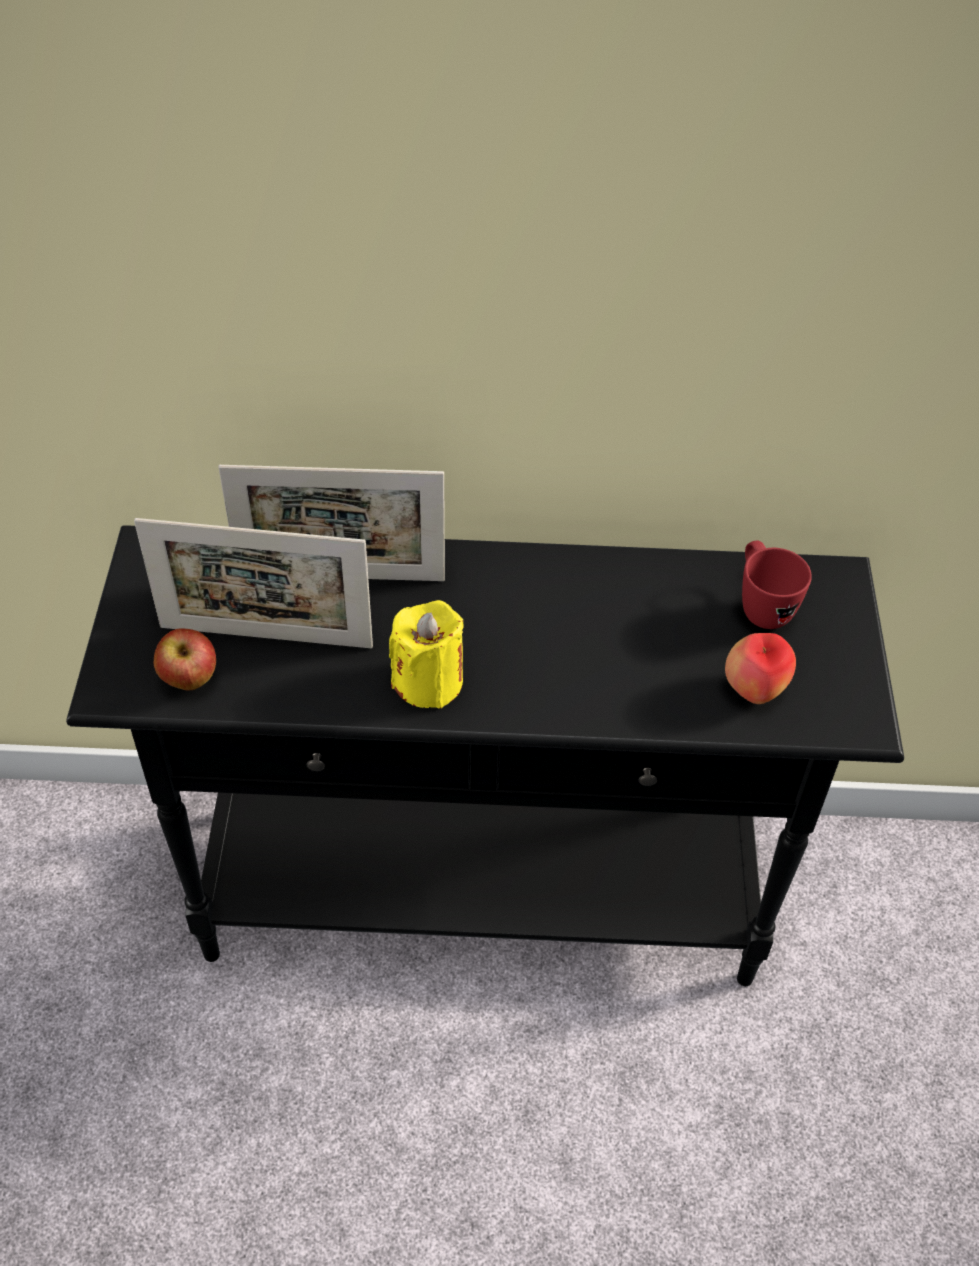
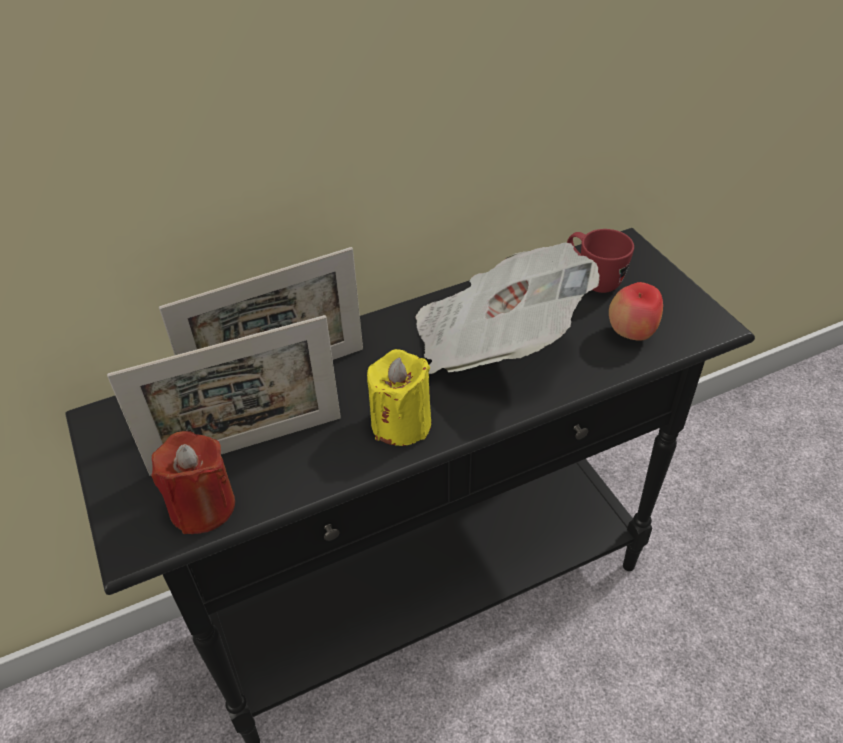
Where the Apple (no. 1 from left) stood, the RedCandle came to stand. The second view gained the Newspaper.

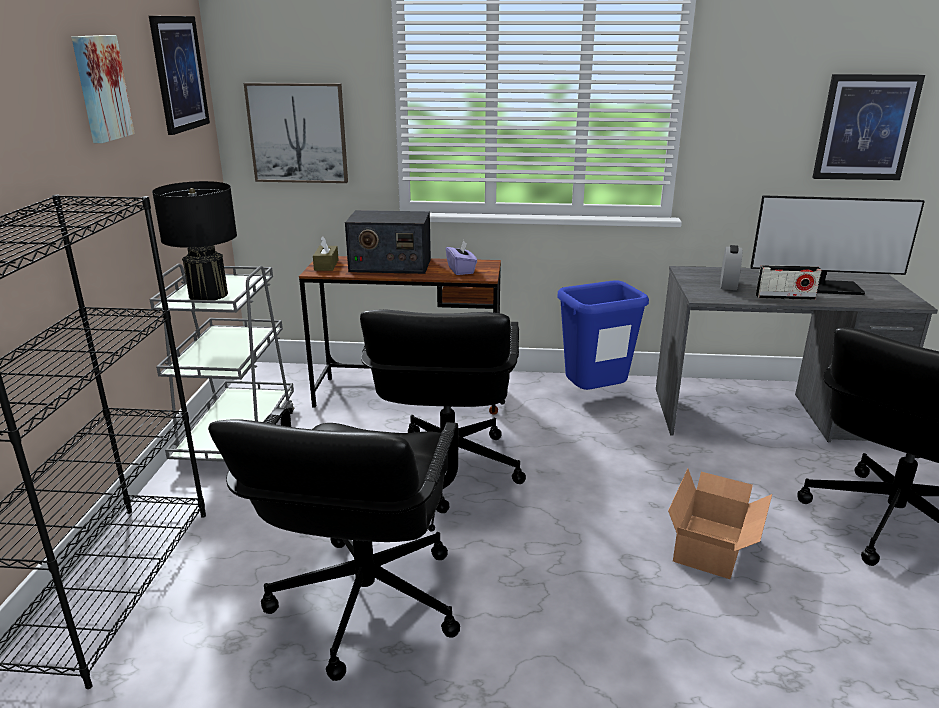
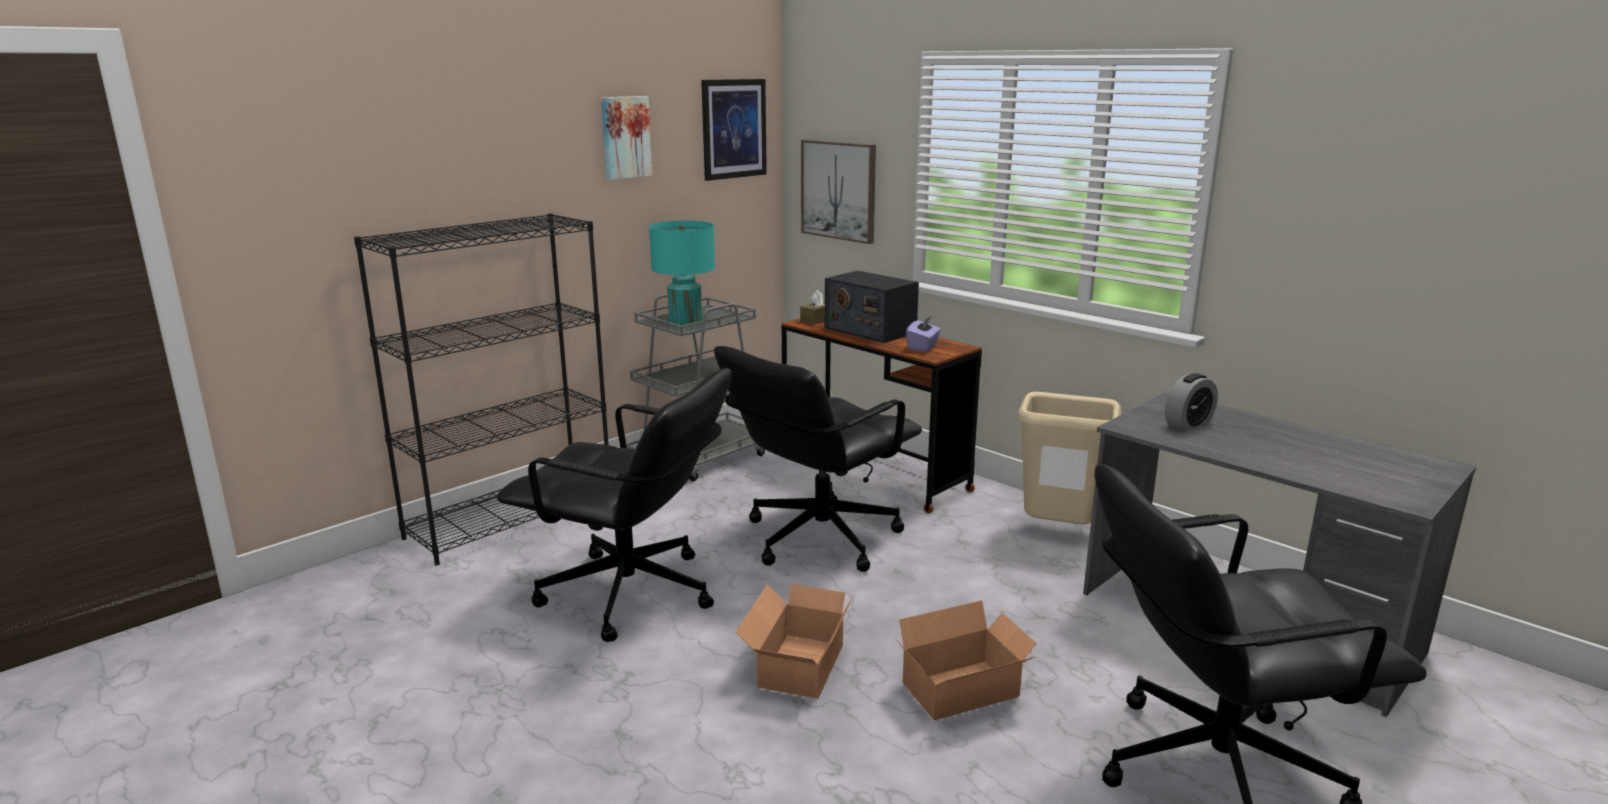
What was the BlackTableLamp turned into the TurquoiseTableLamp. The BlackOfficeChair (no. 1 from left) ended up facing another way, 120 degrees counterclockwise from before. What was the BlueTrashCan turned into the BeigeTrashCan. The second view lost the Monitor. The second view lost the Radio (no. 2 from left). The second view lost the Picture (no. 4 from left). The second view gained the CardboardBox (no. 1 from left).

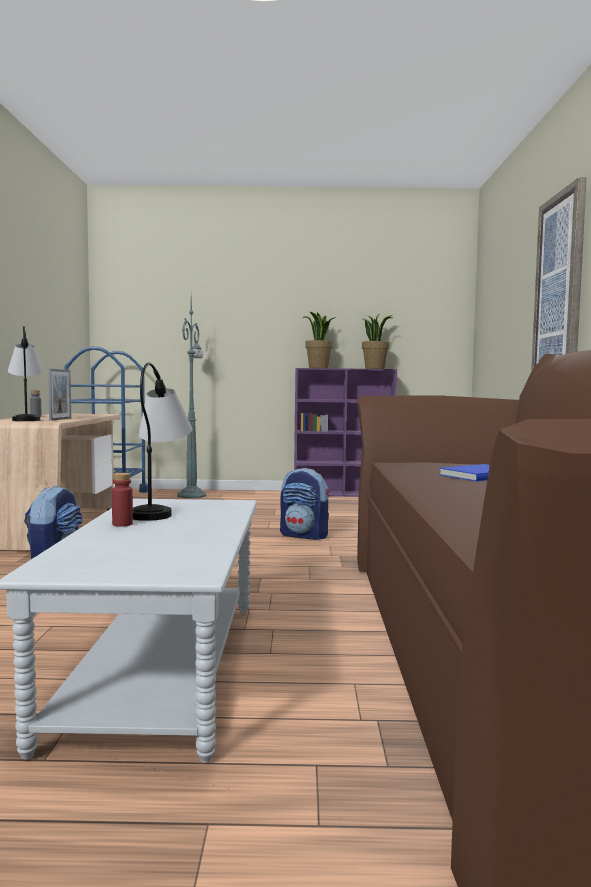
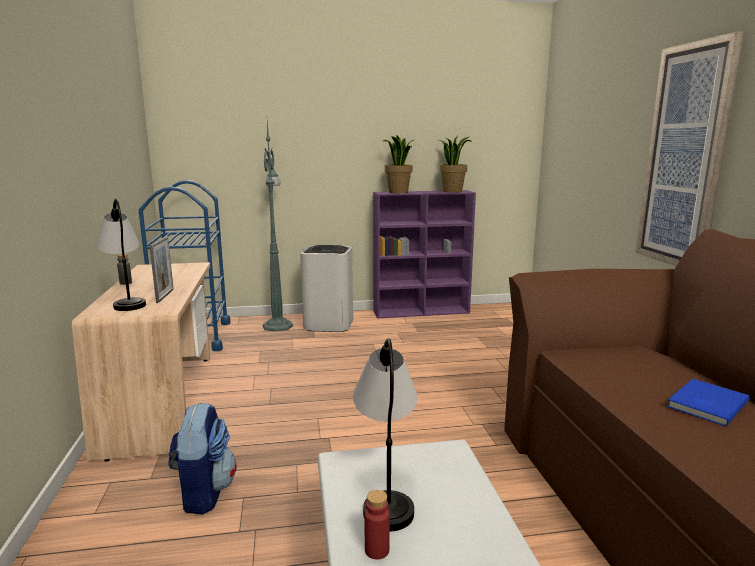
The second view lost the Backpack (no. 2 from left). The second view gained the WhiteTrashCan.

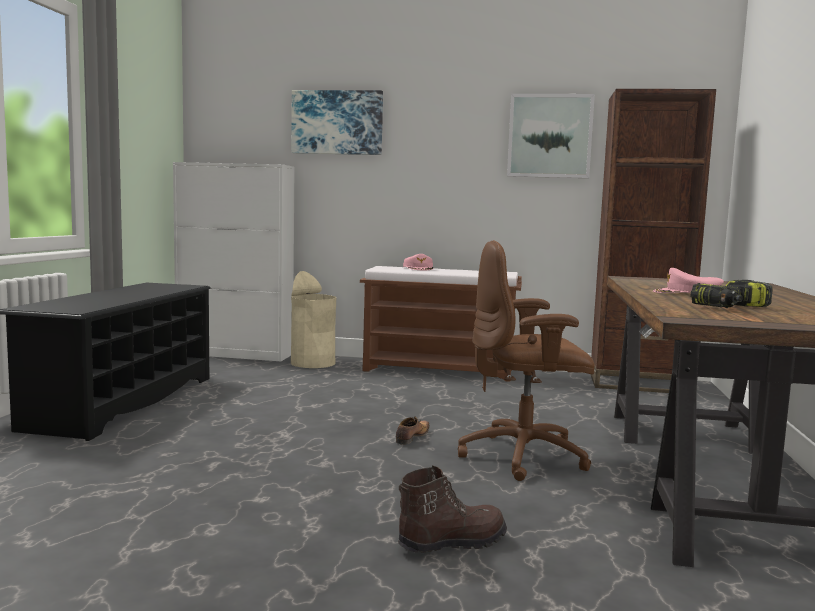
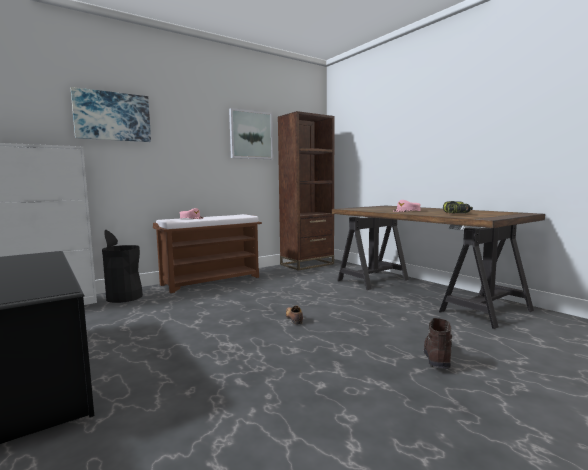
What was the BeigeTrashCan turned into the BlackTrashCan. The second view lost the BrownOfficeChair.

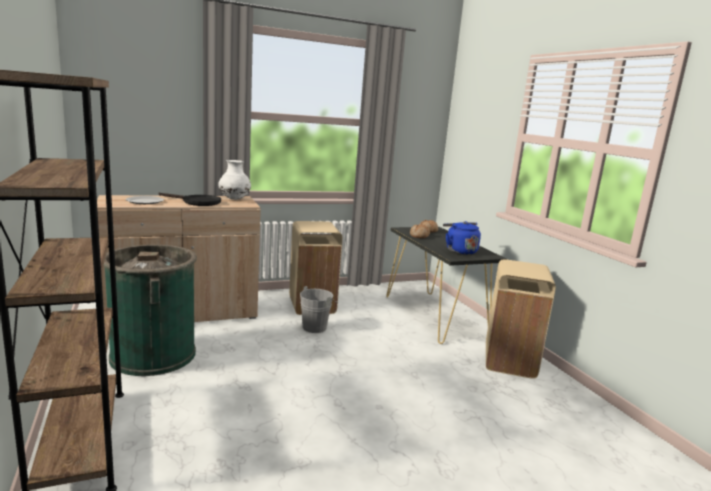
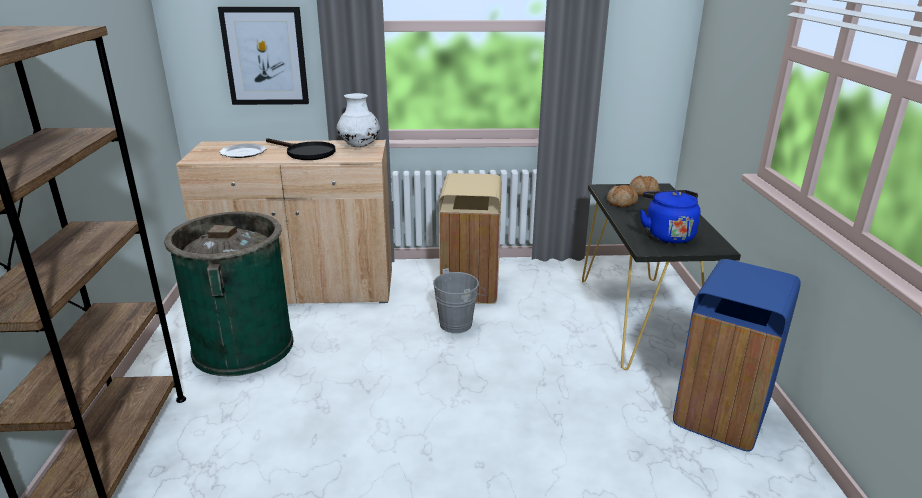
What was the BeigeTrashCan (no. 2 from left) turned into the BlueTrashCan. The second view gained the Picture.

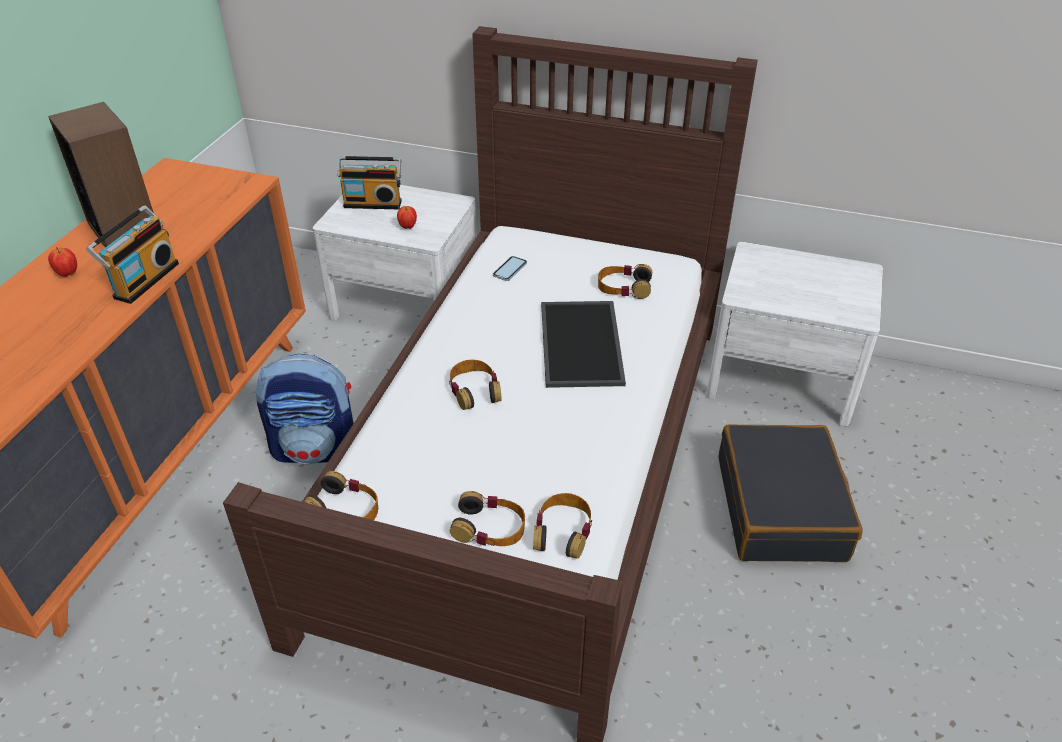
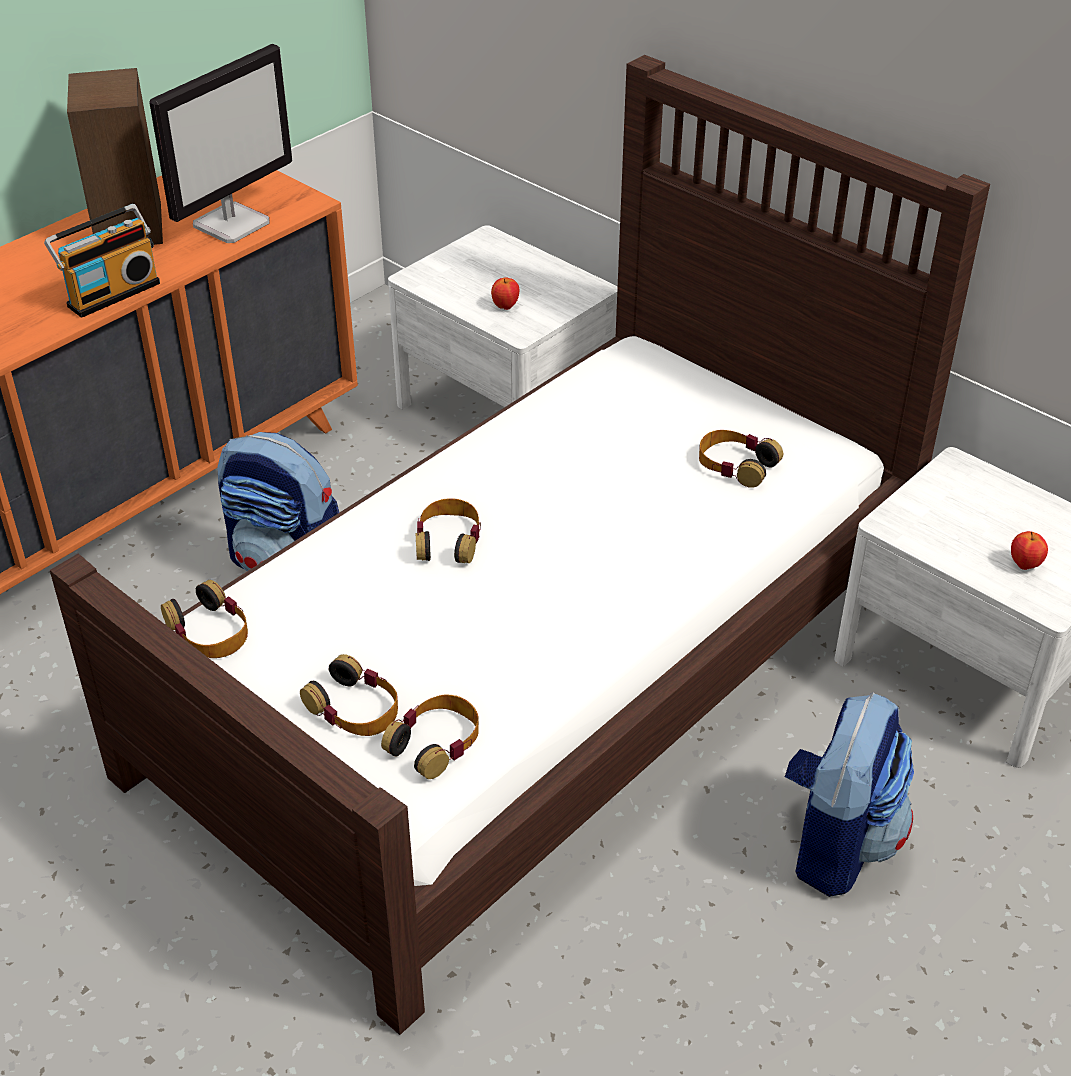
The Apple (no. 1 from left in the first image) ended up elsewhere. The second view lost the Radio (no. 2 from left). The second view lost the Phone. The second view lost the Tray. Where the BlackSuitcase stood, the Backpack (no. 2 from left) came to stand. The second view gained the Monitor.

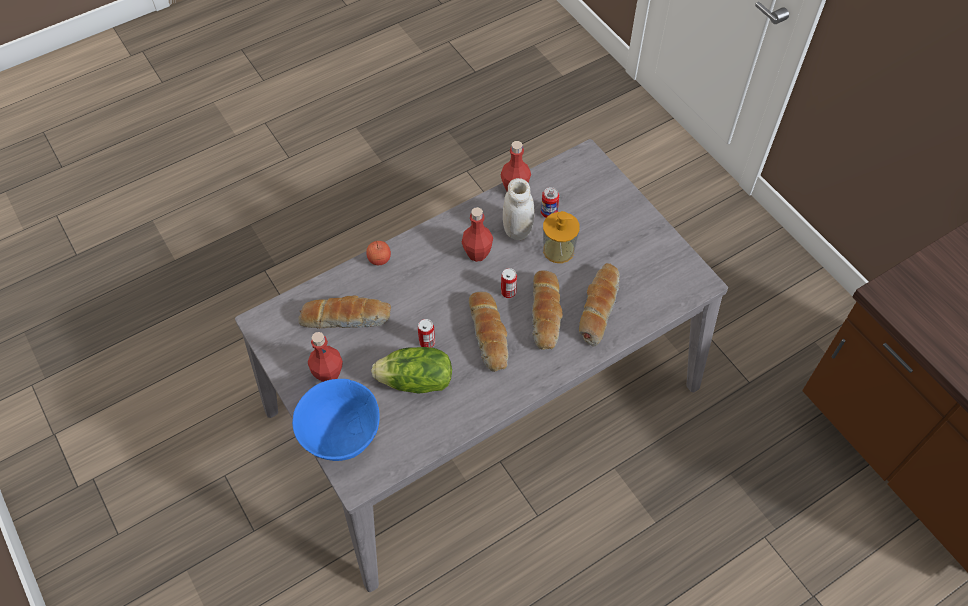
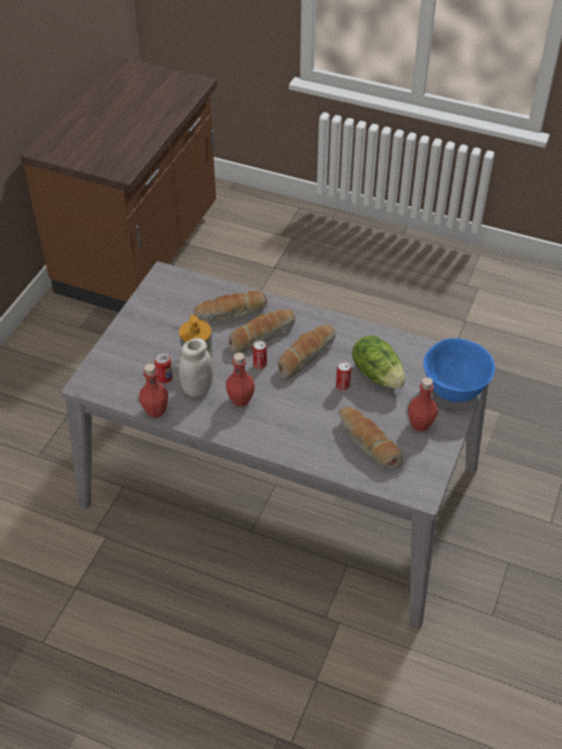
The second view lost the Apple.

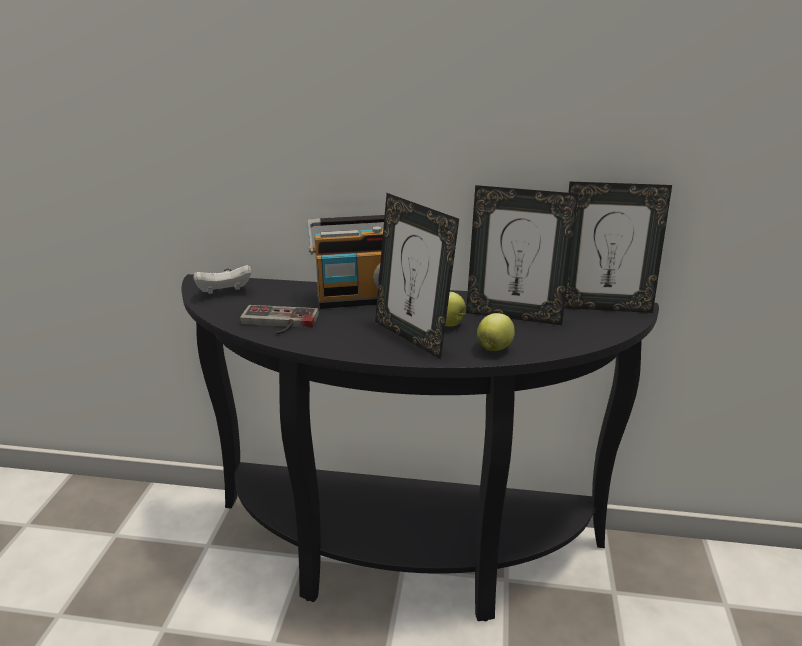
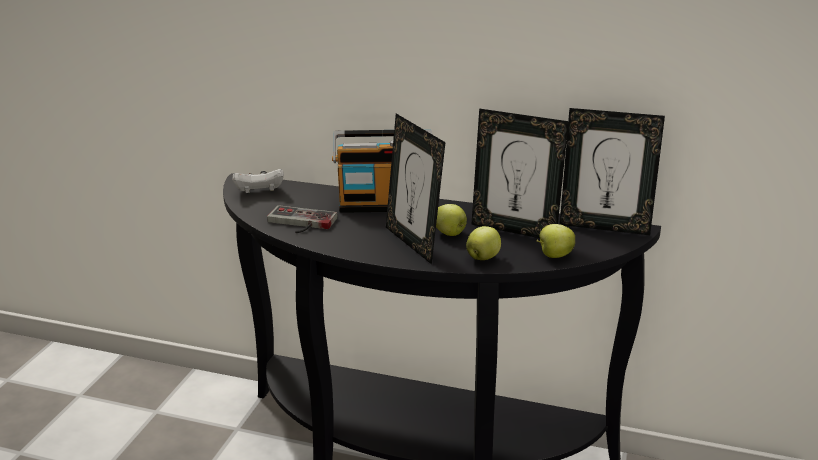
The second view gained the Apple (no. 3 from left).

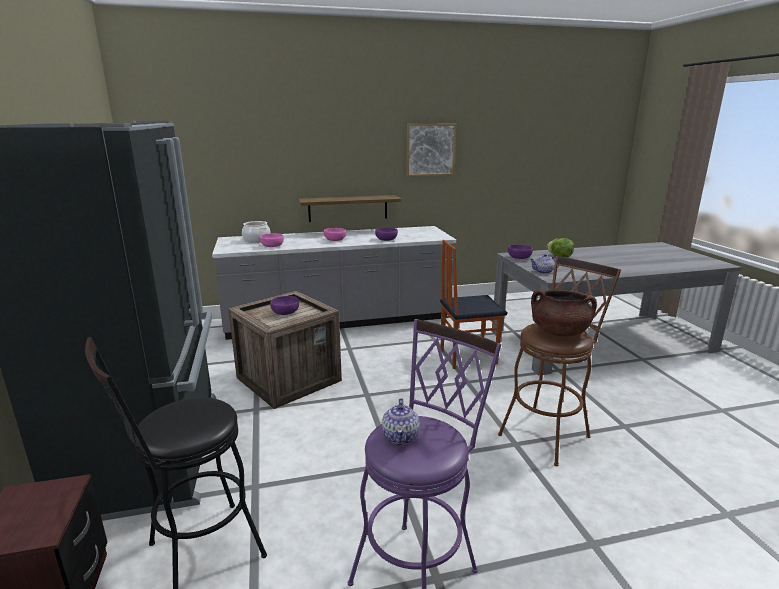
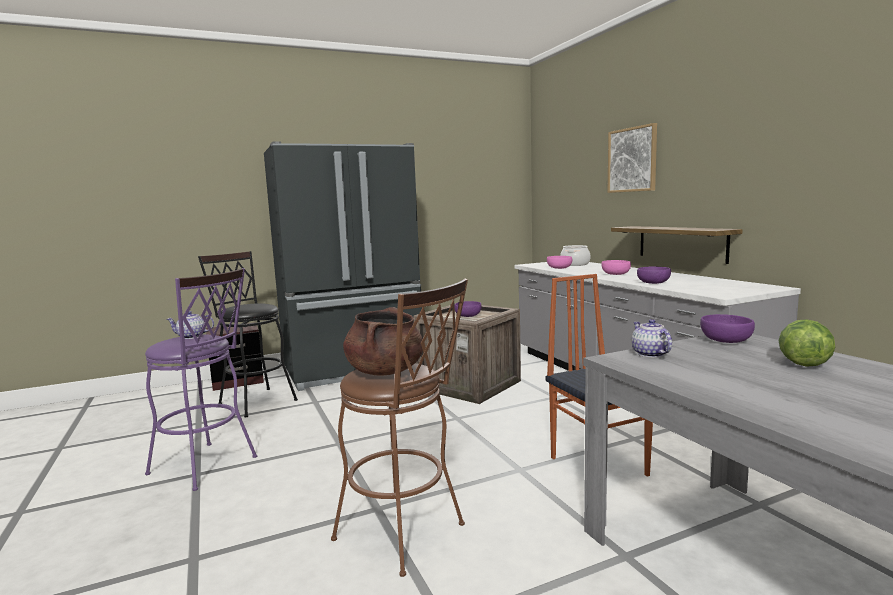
The Picture ended up elsewhere.

